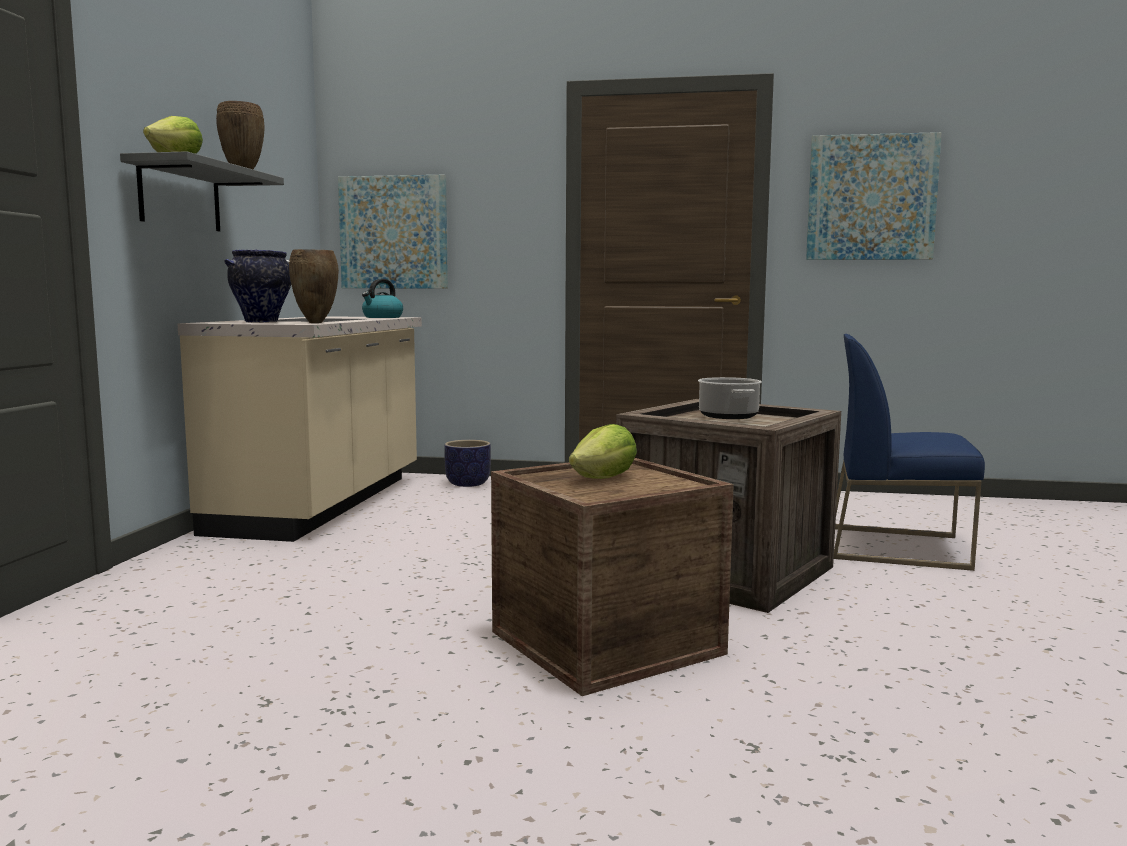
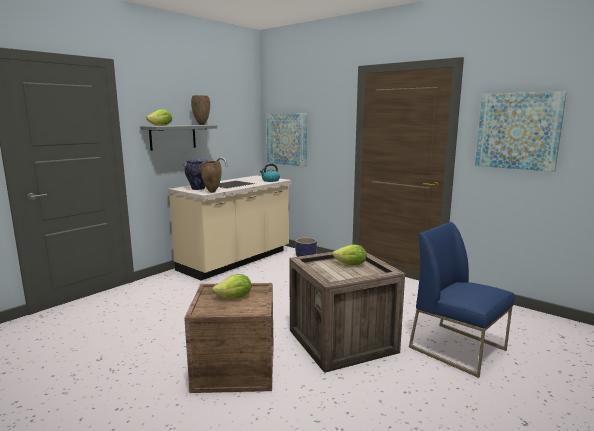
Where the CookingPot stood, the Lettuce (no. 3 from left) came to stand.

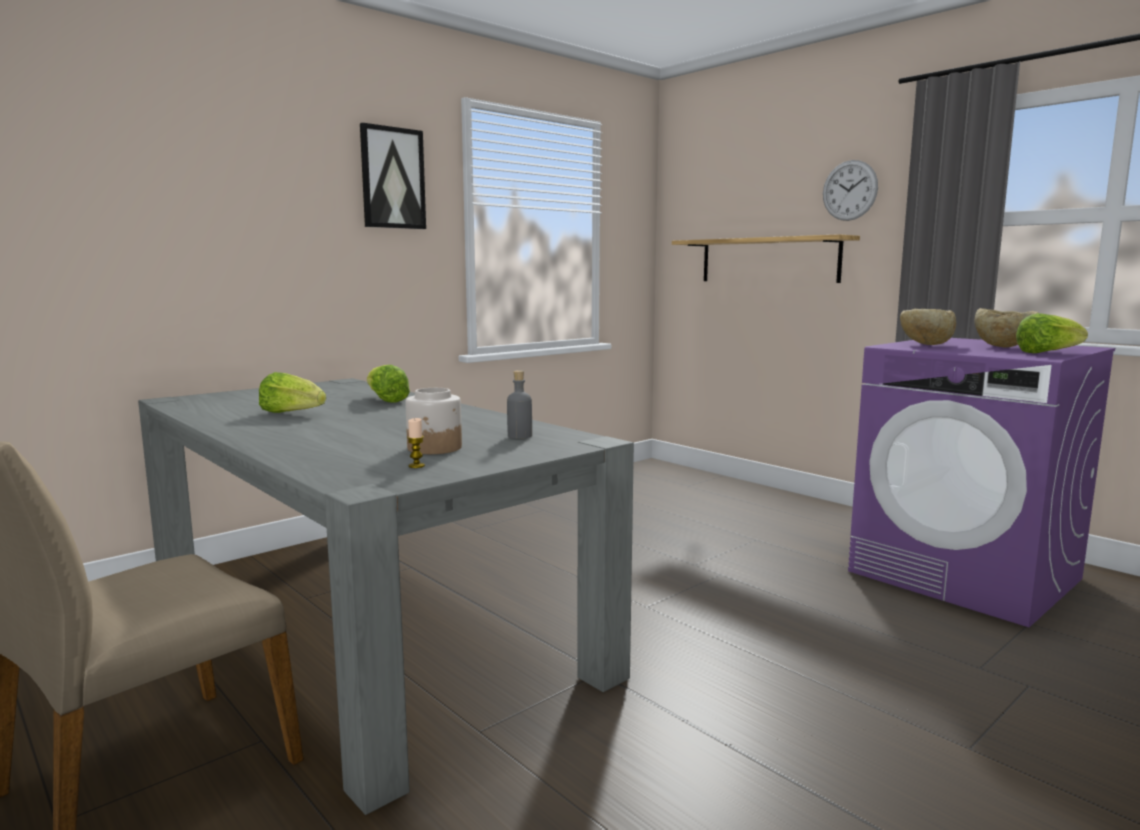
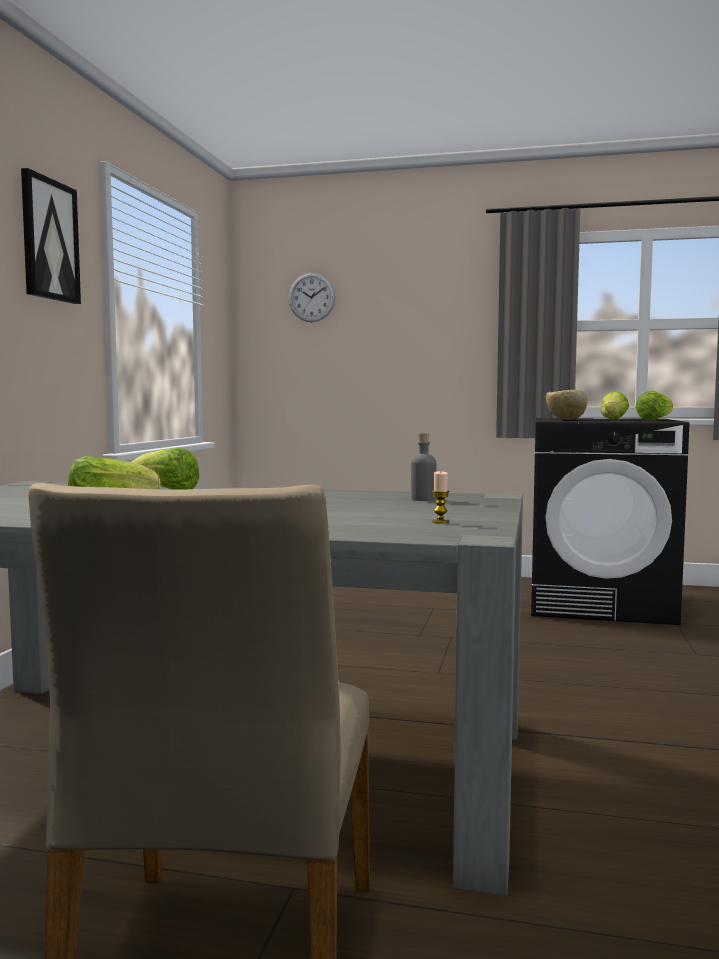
The second view lost the Jar. The second view lost the Shelf. The WallClock ended up elsewhere. What was the PurpleWashingMachine turned into the BlackWashingMachine. Where the BeigeBowl (no. 2 from left) stood, the Lettuce (no. 3 from left) came to stand.

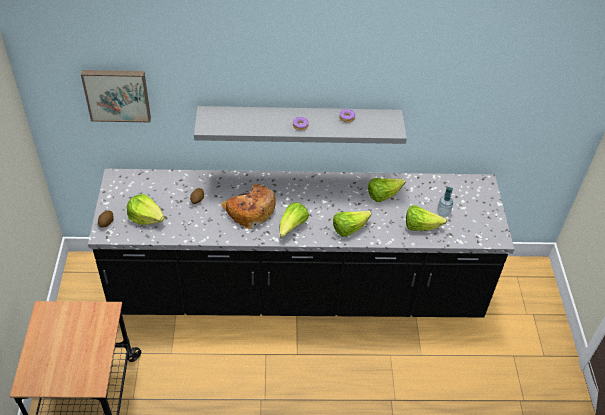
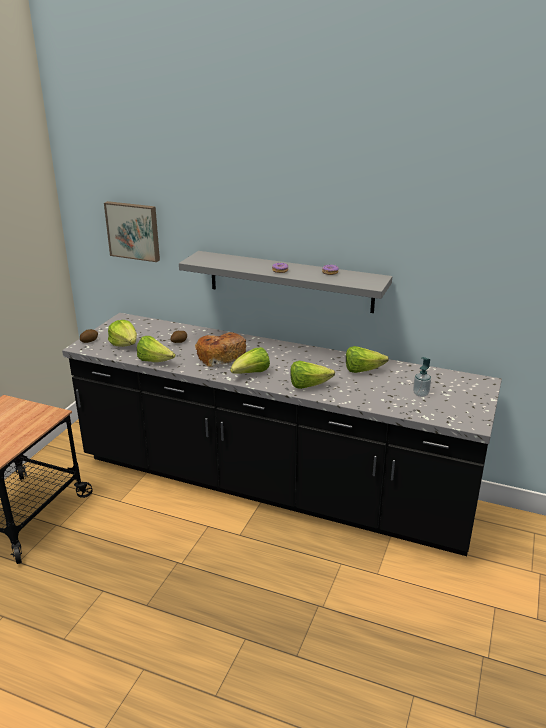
The Lettuce (no. 5 from left in the first image) ended up elsewhere.

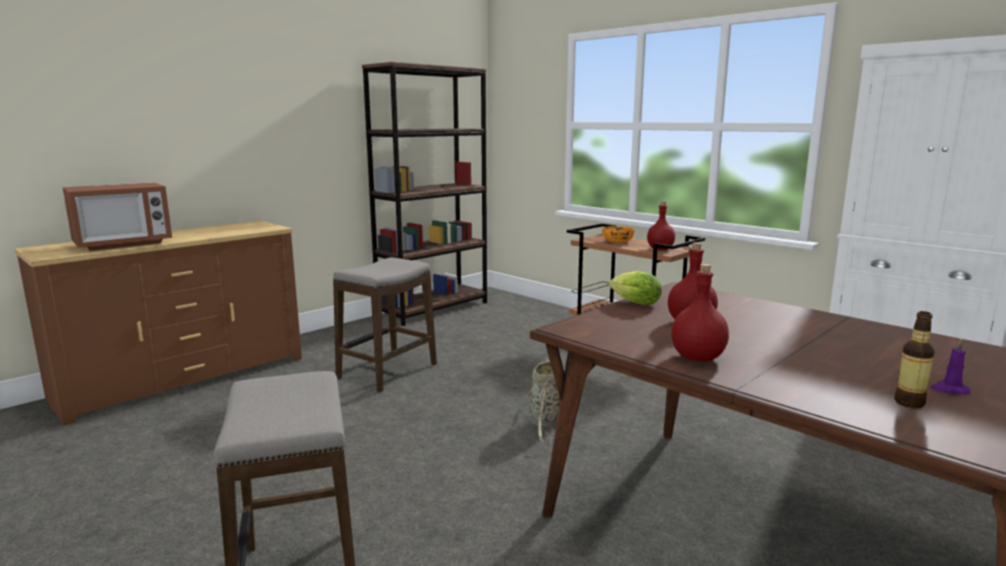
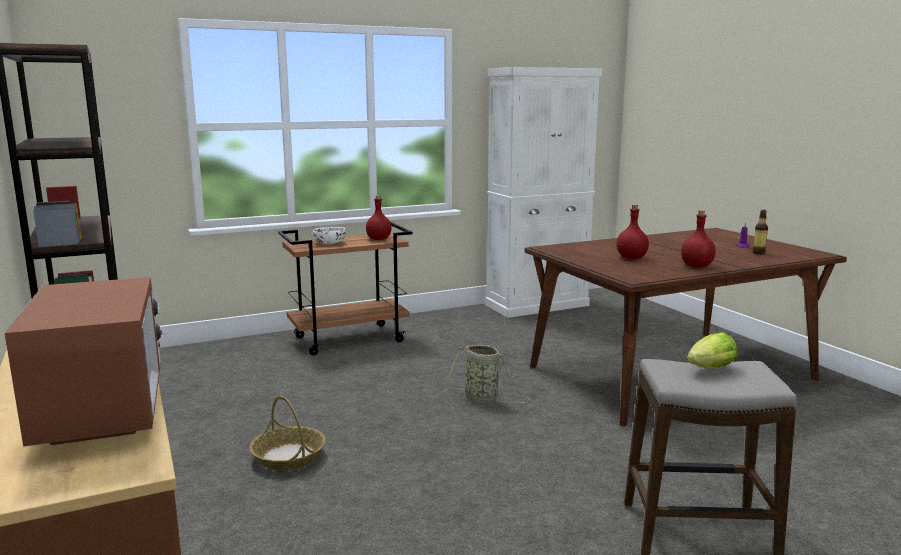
Where the Stool (no. 2 from left) stood, the Basket (no. 1 from left) came to stand. What was the OrangeBowl turned into the WhiteBowl. The Lettuce ended up elsewhere.

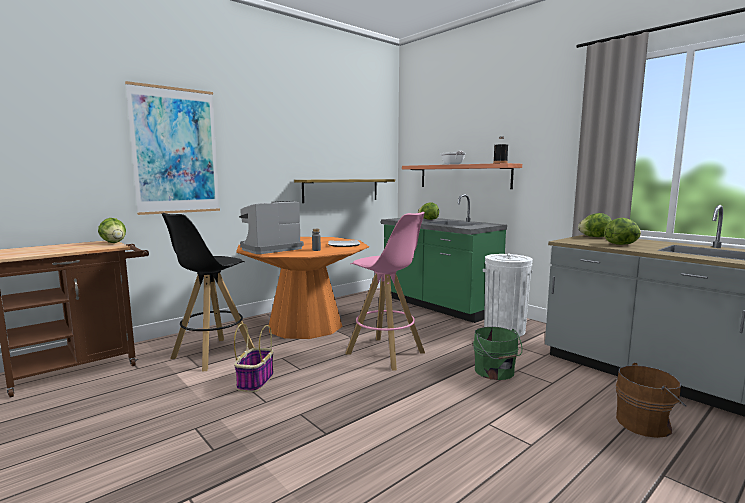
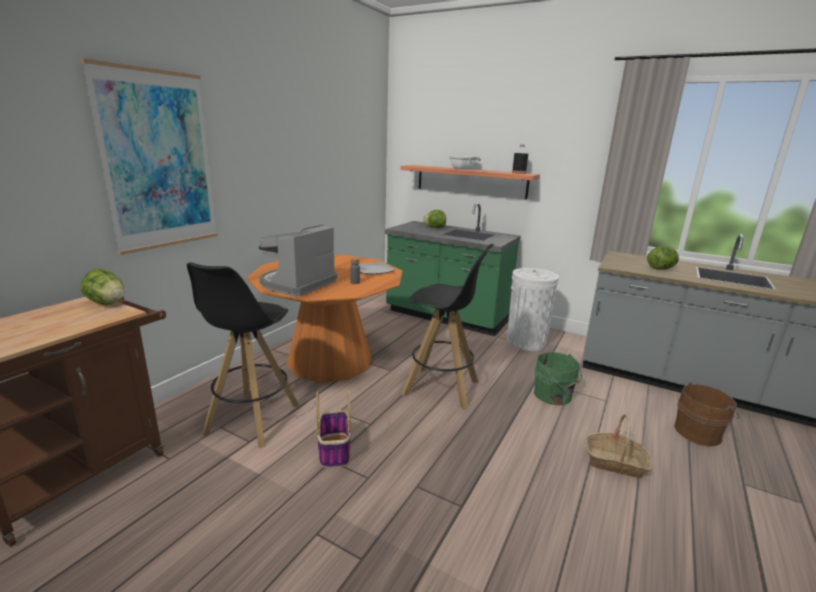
The second view lost the Shelf (no. 1 from left). What was the PinkStool turned into the BlackStool (no. 2 from left). The second view lost the Lettuce (no. 3 from left). The second view gained the Basket (no. 2 from left).

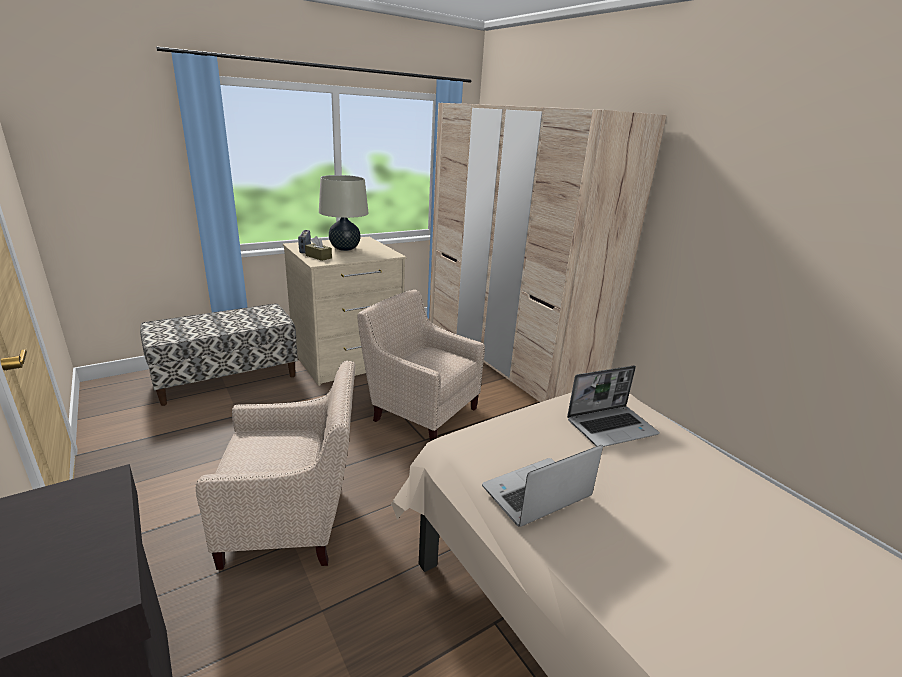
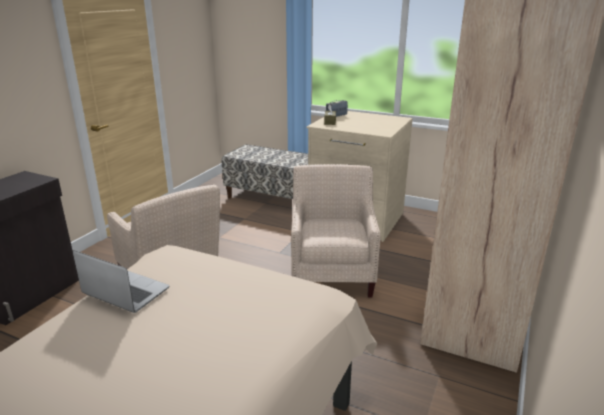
The second view lost the BeigeTableLamp. The second view lost the Laptop (no. 2 from left).

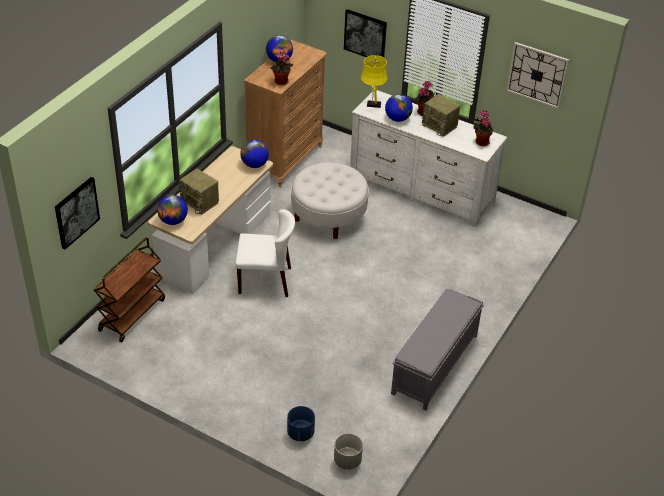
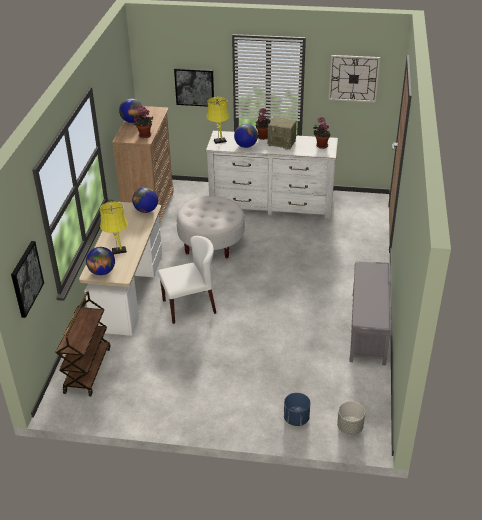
Where the Radio (no. 1 from left) stood, the YellowTableLamp (no. 1 from left) came to stand.

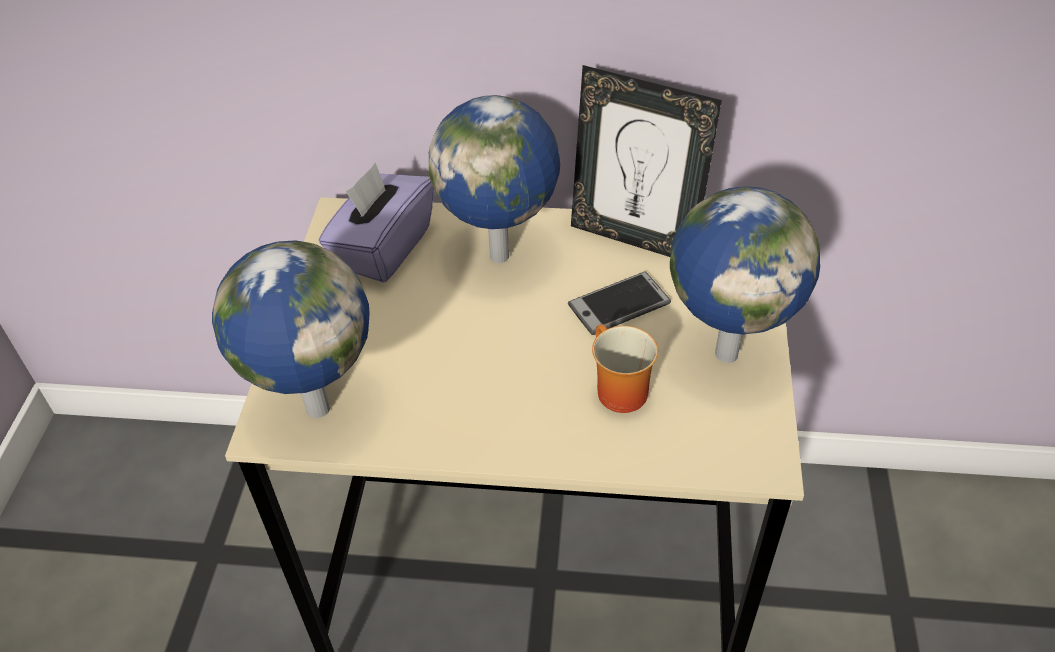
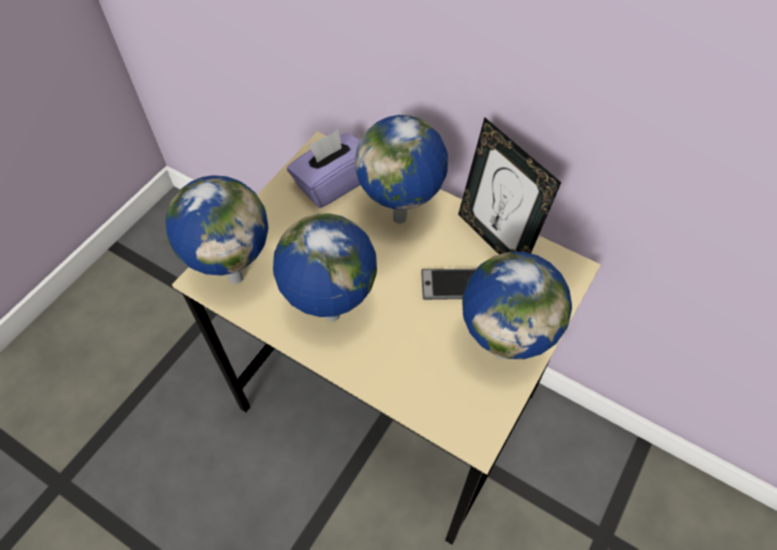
The second view lost the Mug. The second view gained the Globe (no. 2 from left).

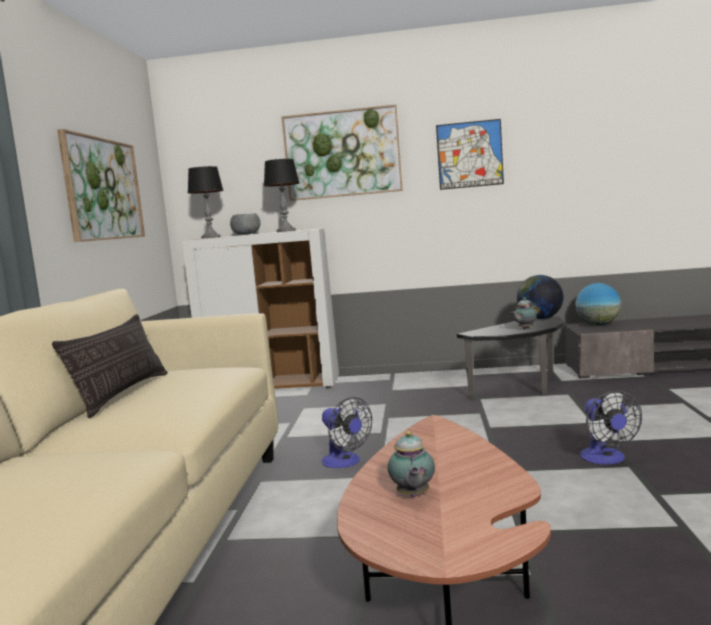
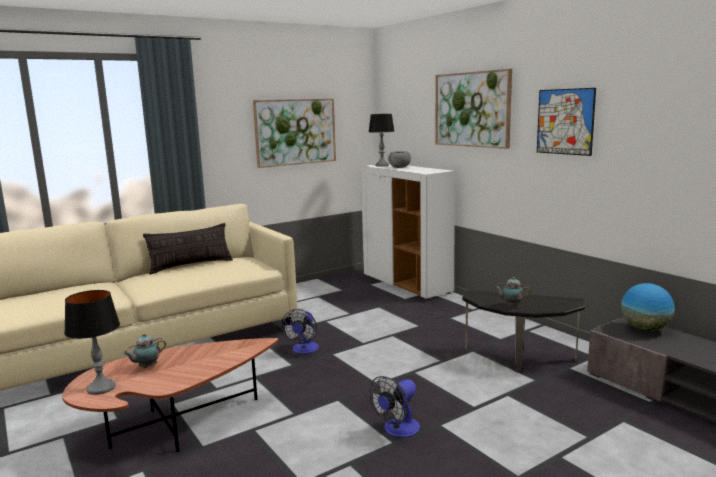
The TableLamp (no. 2 from left in the first image) ended up elsewhere. The second view lost the Globe (no. 1 from left).

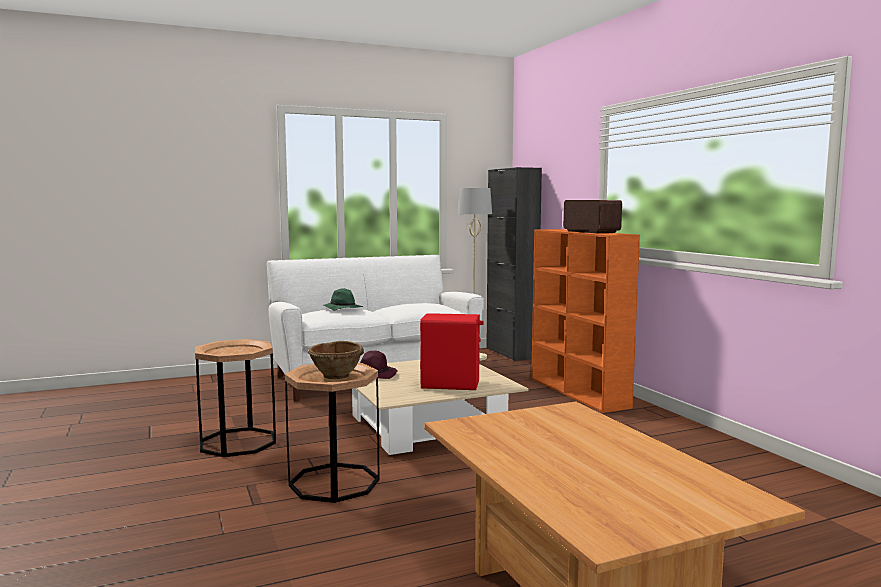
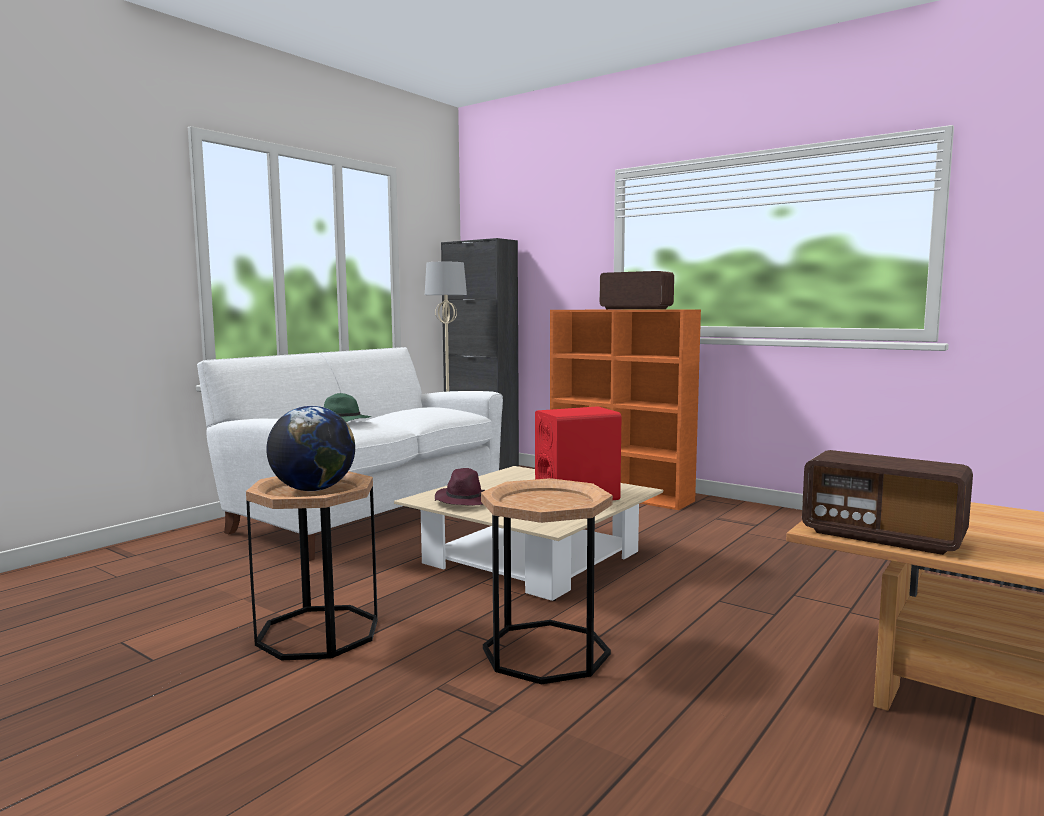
The second view lost the BrownBowl. The second view gained the Globe. The second view gained the Radio (no. 2 from left).

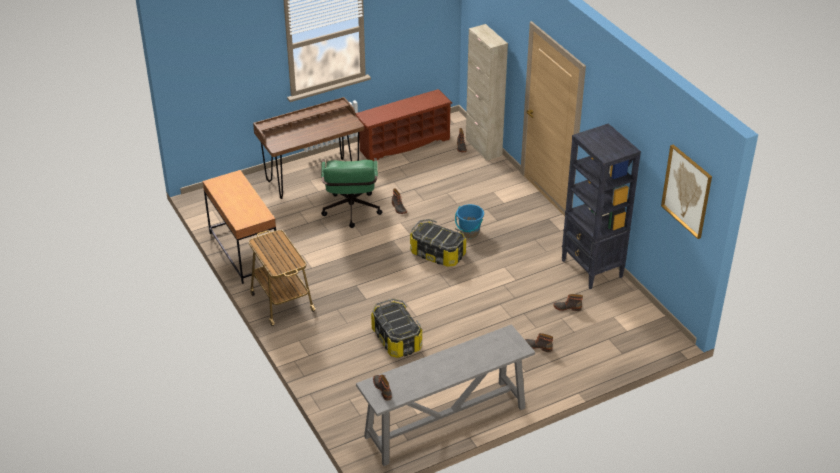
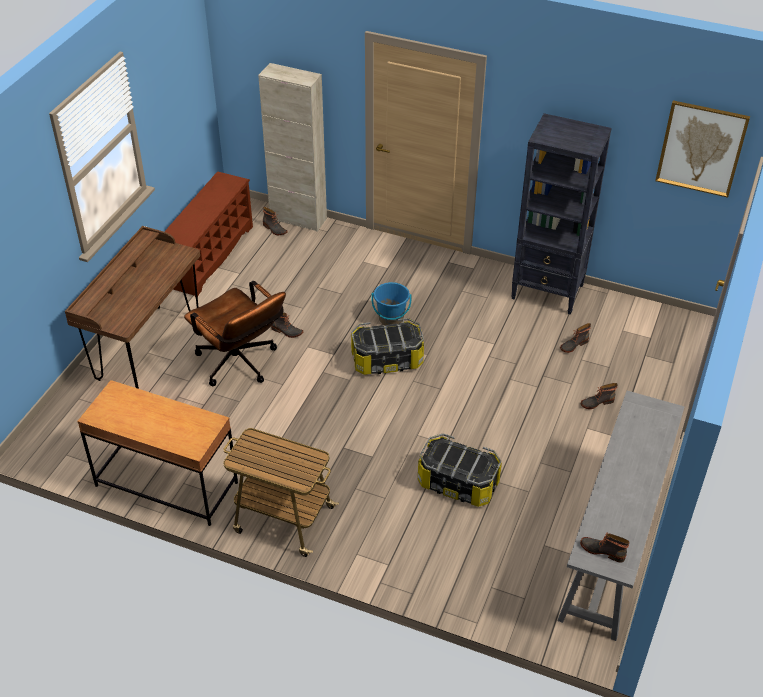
What was the GreenOfficeChair turned into the BrownOfficeChair.

